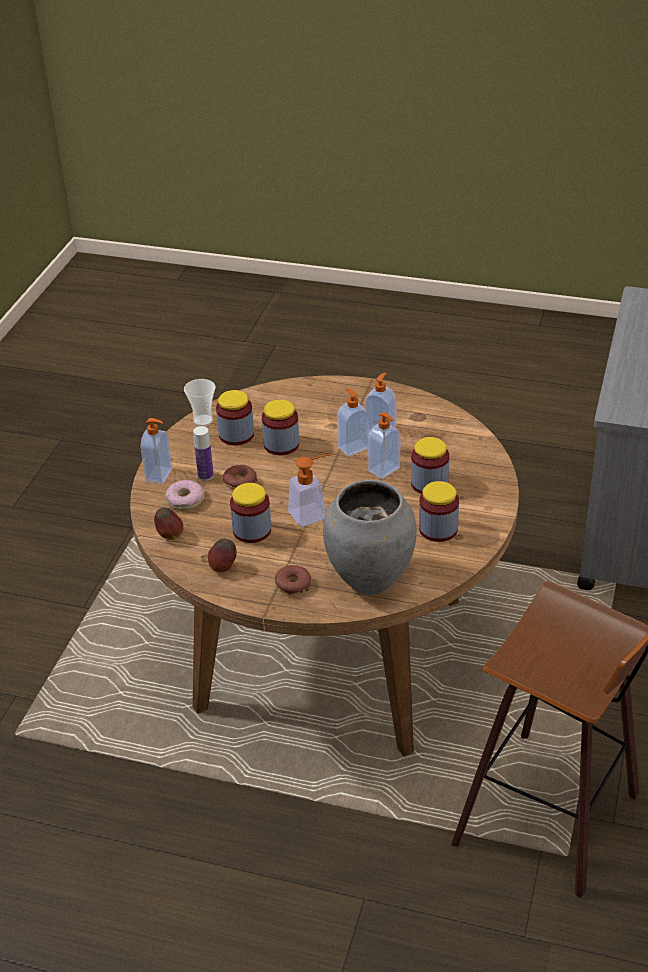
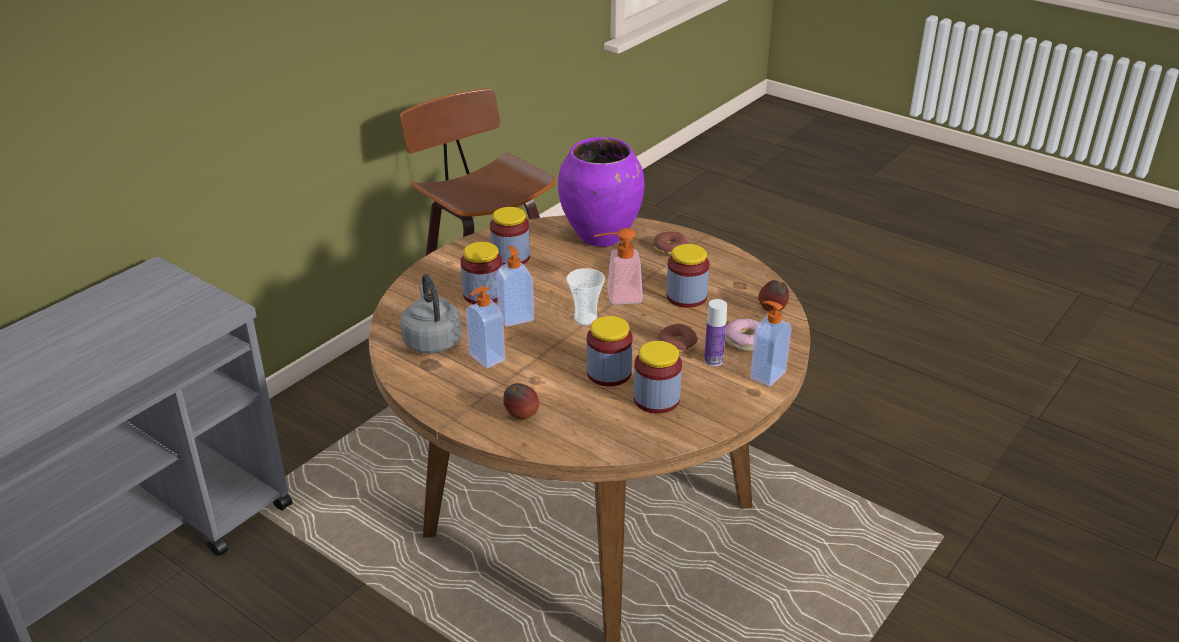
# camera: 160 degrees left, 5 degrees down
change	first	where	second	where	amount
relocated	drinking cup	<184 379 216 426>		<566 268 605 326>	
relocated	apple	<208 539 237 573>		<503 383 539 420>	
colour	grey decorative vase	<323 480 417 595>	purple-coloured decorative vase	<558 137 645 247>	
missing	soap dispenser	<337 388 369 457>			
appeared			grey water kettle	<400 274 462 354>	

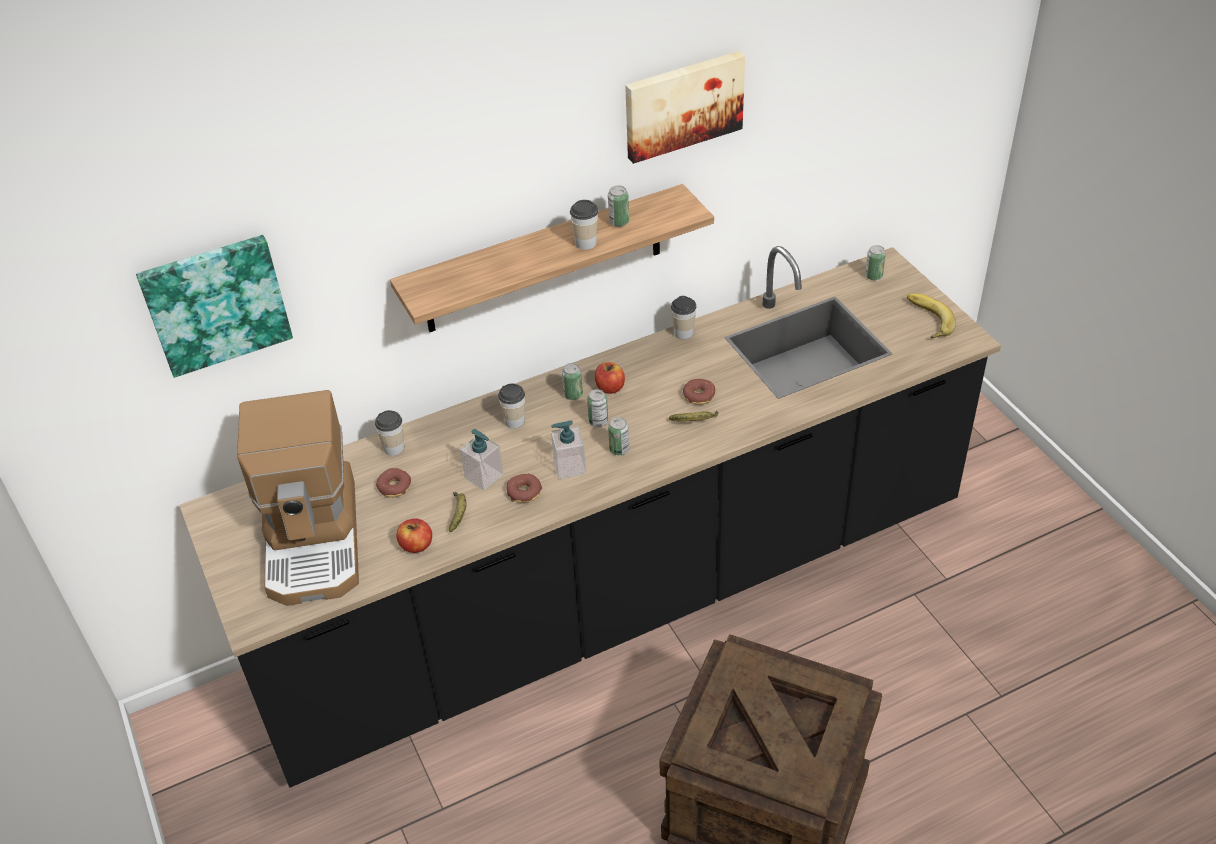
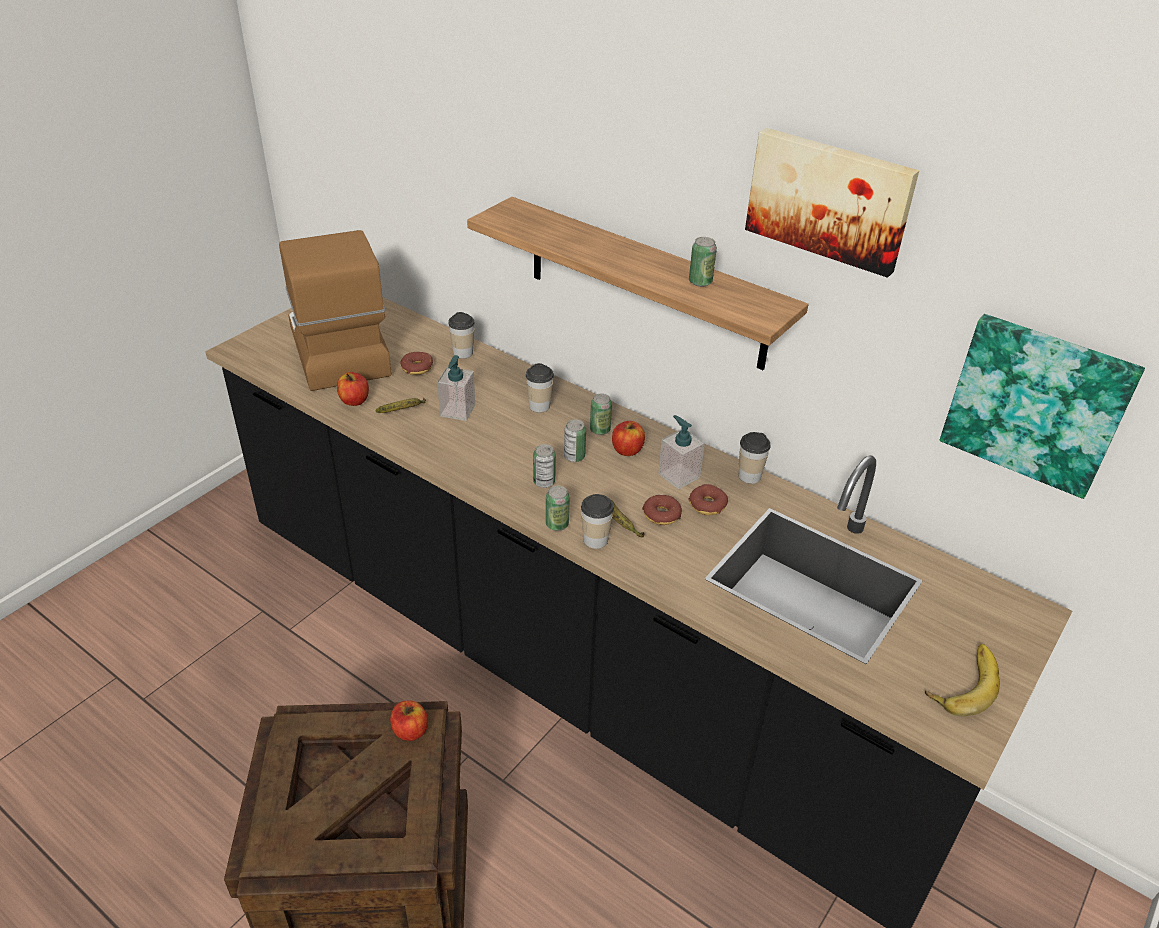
# camera: 60 degrees right, 5 degrees down
change	first	where	second	where	amount
relocated	wall art	<136 235 293 378>		<940 314 1145 499>	
spun	coffee machine	<237 390 359 606>		<279 230 392 391>	105 degrees clockwise
relocated	donut	<507 474 542 503>		<688 484 728 515>	
relocated	soap dispenser	<551 420 586 479>		<658 415 705 489>	
relocated	drinking cup	<570 200 598 250>		<581 494 614 549>	
relocated	can	<865 245 886 280>		<546 485 570 531>	
appeared			apple	<390 701 428 741>	

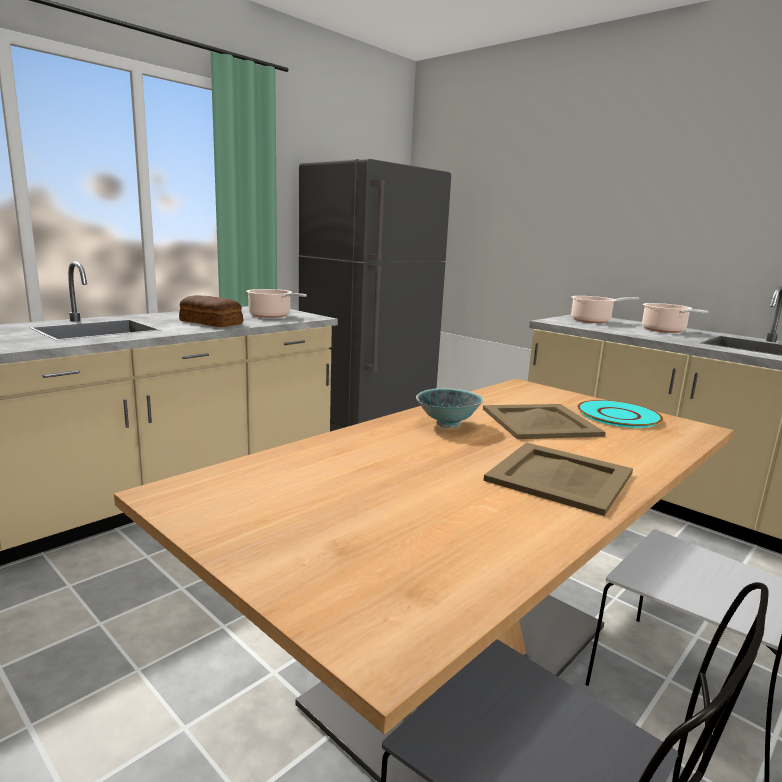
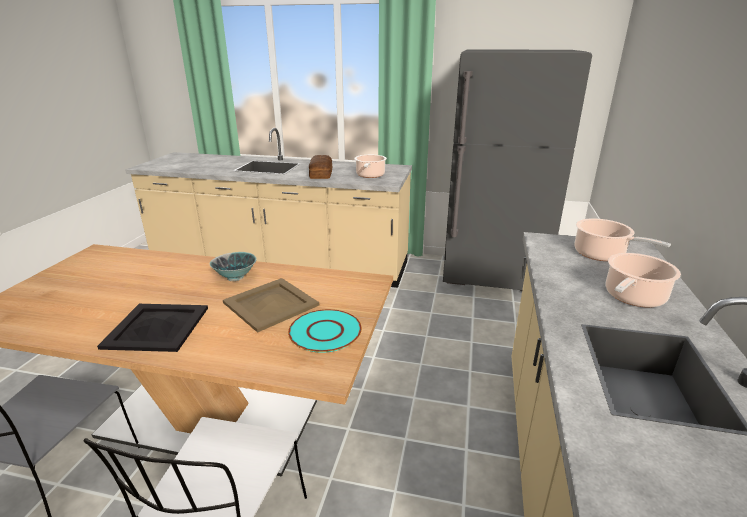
# camera: 60 degrees right, 10 degrees up
change	first	where	second	where	amount
colour	beige serving tray	<483 442 633 516>	blackish serving tray	<97 304 208 352>	

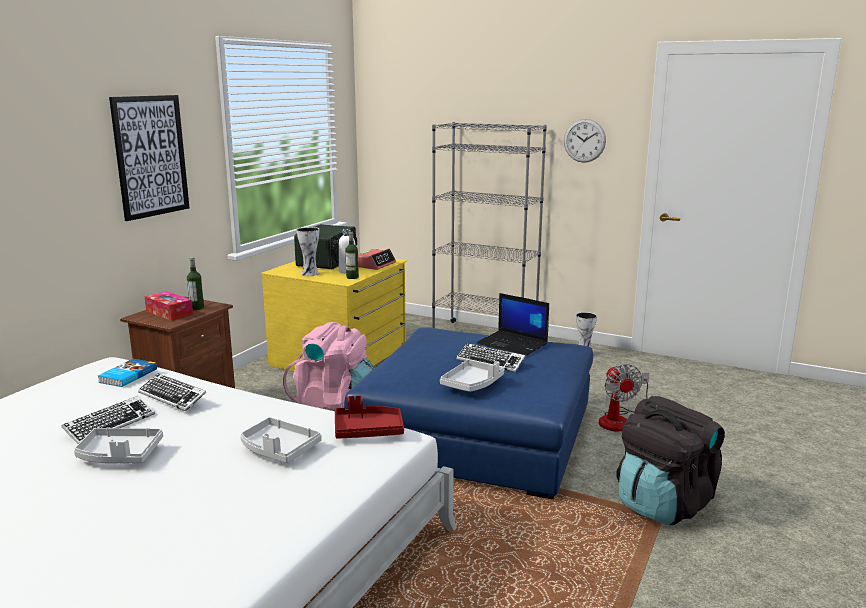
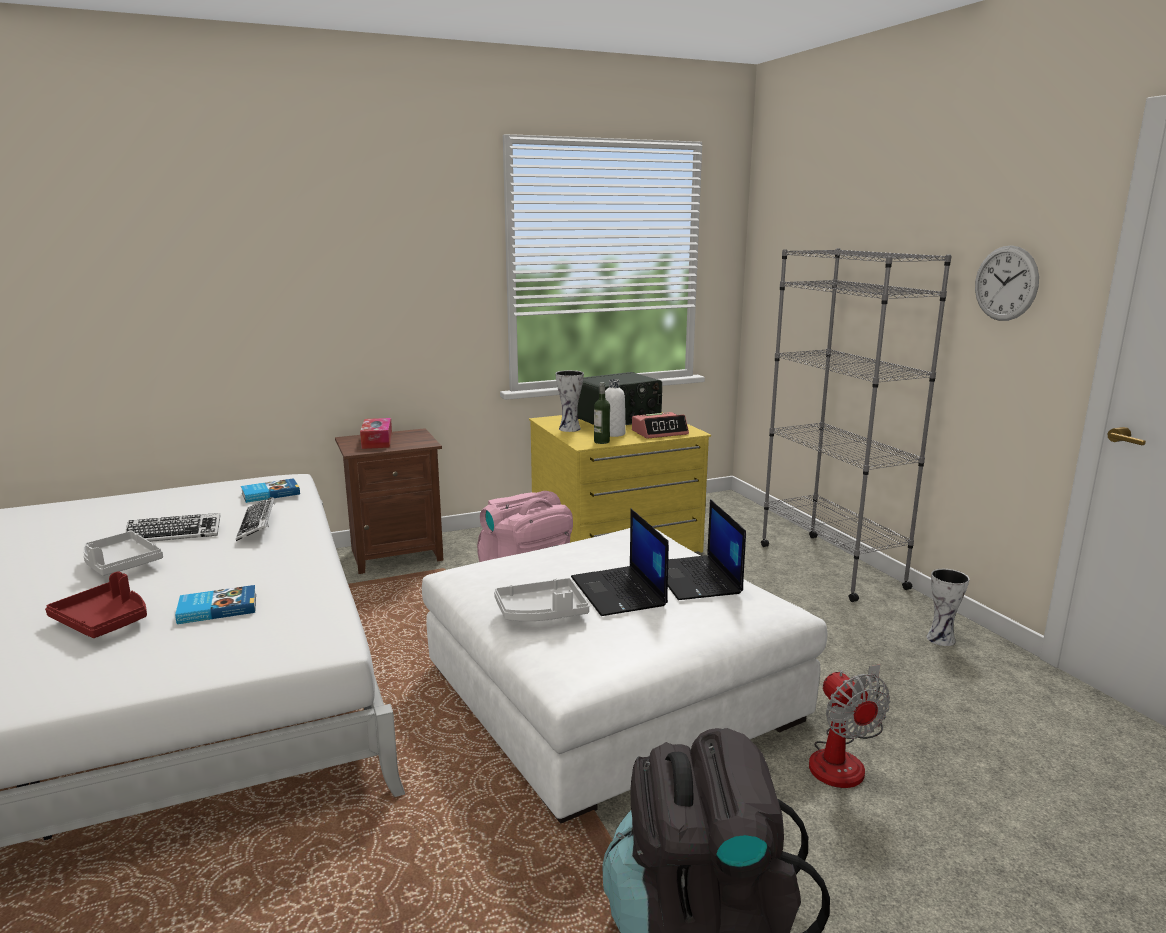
# camera: 40 degrees right, 0 degrees up
change	first	where	second	where	amount
missing	wall art	<109 95 189 221>			
missing	beverage bottle	<187 257 204 310>			
exchanged	grey serving tray	<240 417 322 463>	bound book	<175 585 256 624>	
relocated	reddish serving tray	<335 395 404 439>		<45 571 147 638>	
colour	blue footrest	<344 327 593 500>	white footrest	<422 528 828 824>	
exchanged	keyboard	<456 343 525 372>	portable computer	<571 509 669 616>	
spun	fan	<599 364 649 431>		<809 664 890 788>	45 degrees counterclockwise

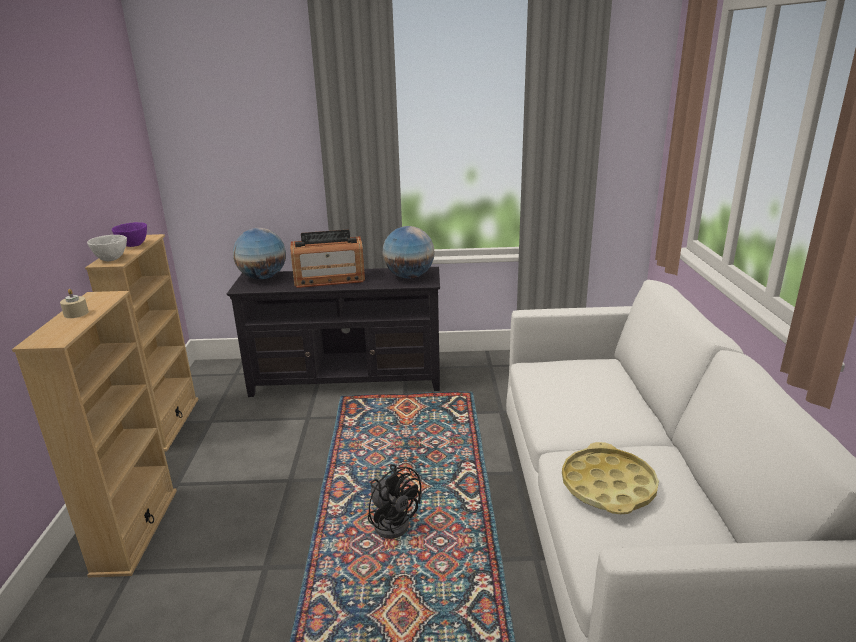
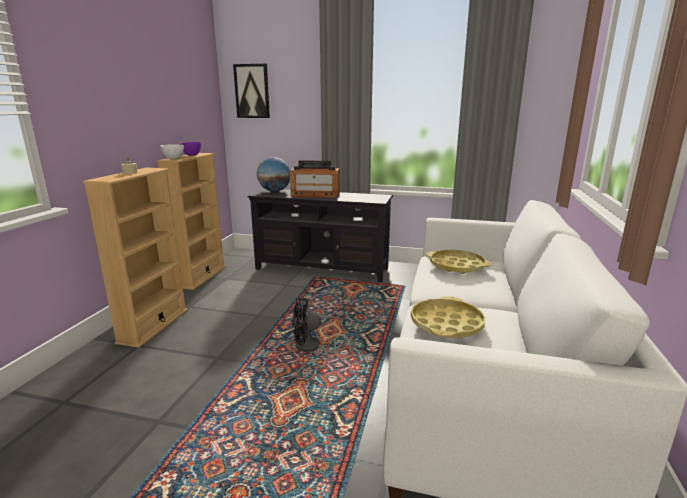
# camera: 15 degrees right, 5 degrees down
change	first	where	second	where	amount
spun	blackish fan	<368 464 421 539>		<292 298 351 358>	105 degrees clockwise
missing	desk globe	<382 226 435 278>			
appeared			wall art	<233 64 270 118>	
appeared			yellow-coloured serving tray	<426 250 491 274>	

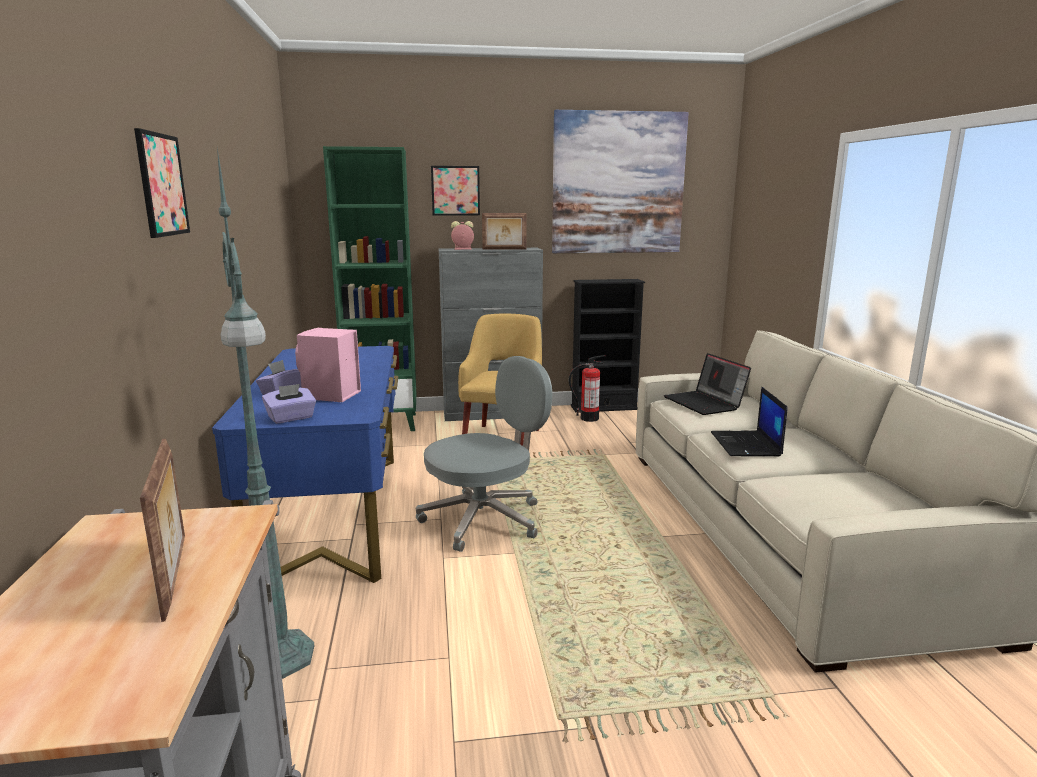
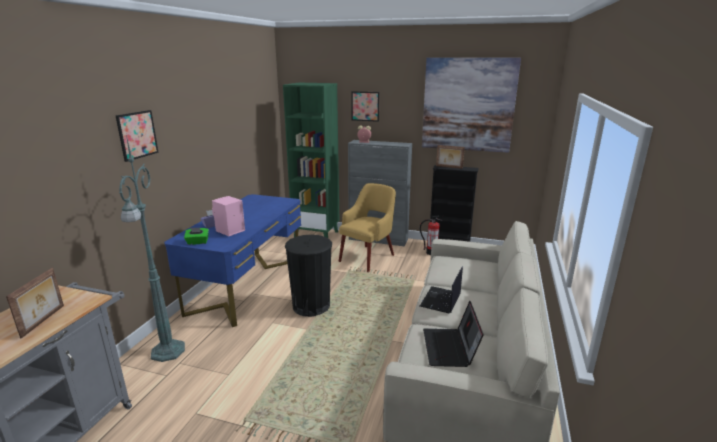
# camera: 25 degrees right, 5 degrees up
change	first	where	second	where	amount
colour	purple-coloured box of tissues	<262 384 316 424>	greenish box of tissues	<184 227 209 245>	
exchanged	grey computer chair	<416 356 552 552>	blackish waste bin	<285 235 332 317>	
relocated	standing frame	<482 213 527 249>		<436 145 465 169>	
relocated	portable computer	<664 353 751 415>		<423 301 484 367>	

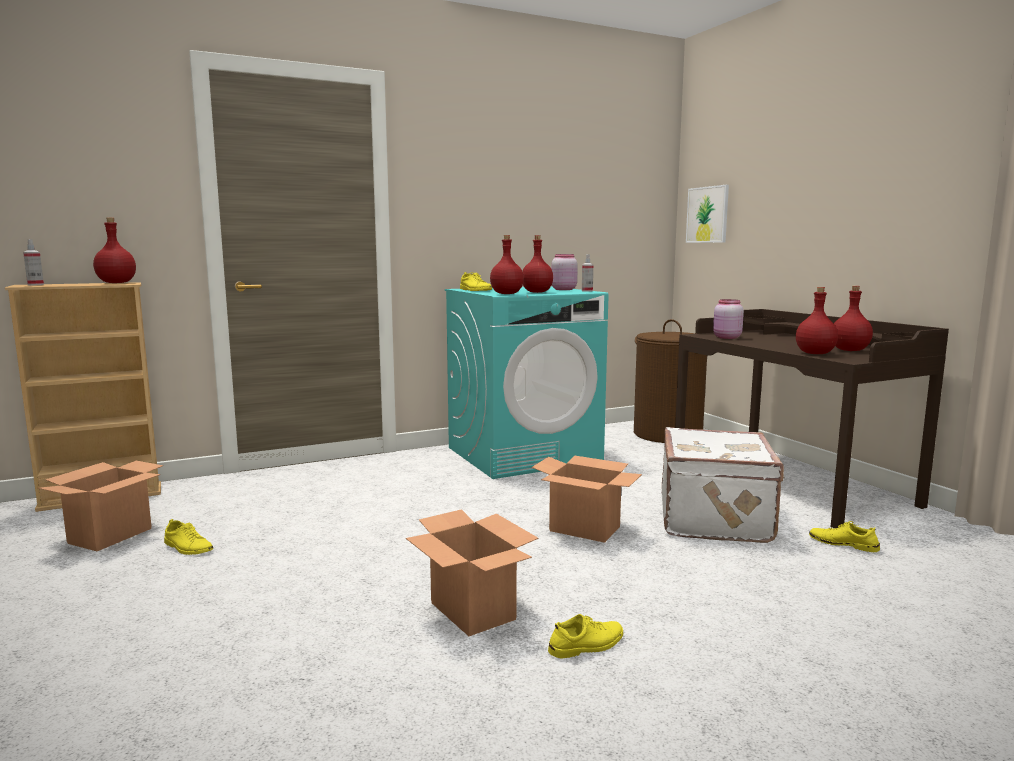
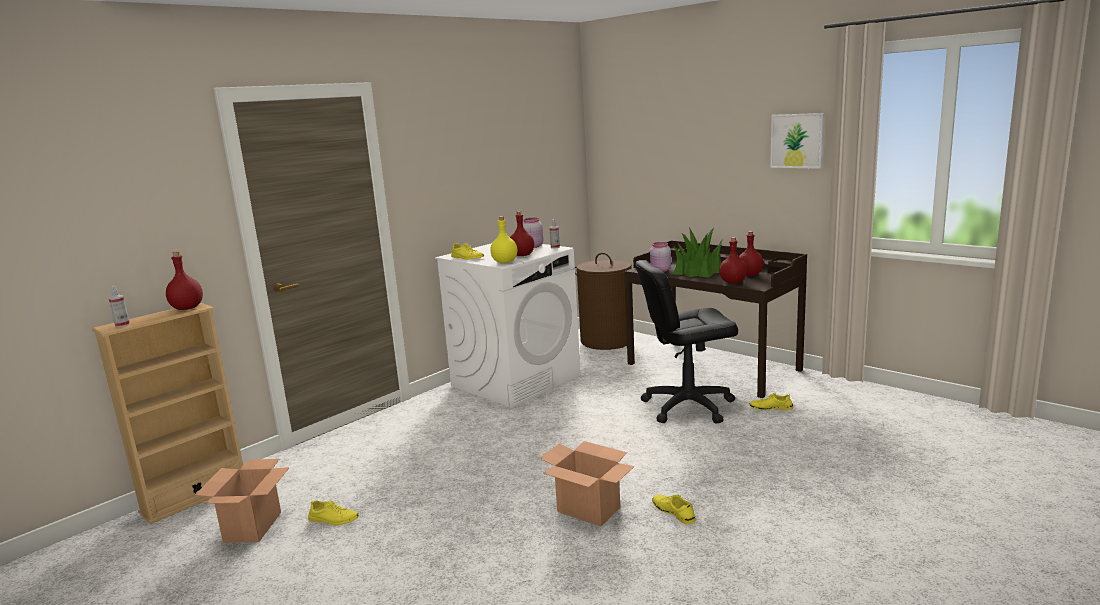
# camera: 20 degrees left, 5 degrees up
change	first	where	second	where	amount
colour	turquoise laundry appliance	<445 287 609 479>	white laundry appliance	<435 243 581 408>	
colour	reddish beverage bottle	<490 235 524 294>	yellow-coloured beverage bottle	<490 216 517 263>	
missing	packing box	<532 456 642 543>			
spun	yellow-coloured item of footwear	<548 614 623 659>		<652 495 696 525>	75 degrees counterclockwise
exchanged	white piece of luggage	<662 427 785 543>	blackish computer chair	<635 260 738 424>	
relocated	wall art	<686 185 729 243>		<770 113 824 169>	
appeared			plant in a pot	<673 227 722 277>	

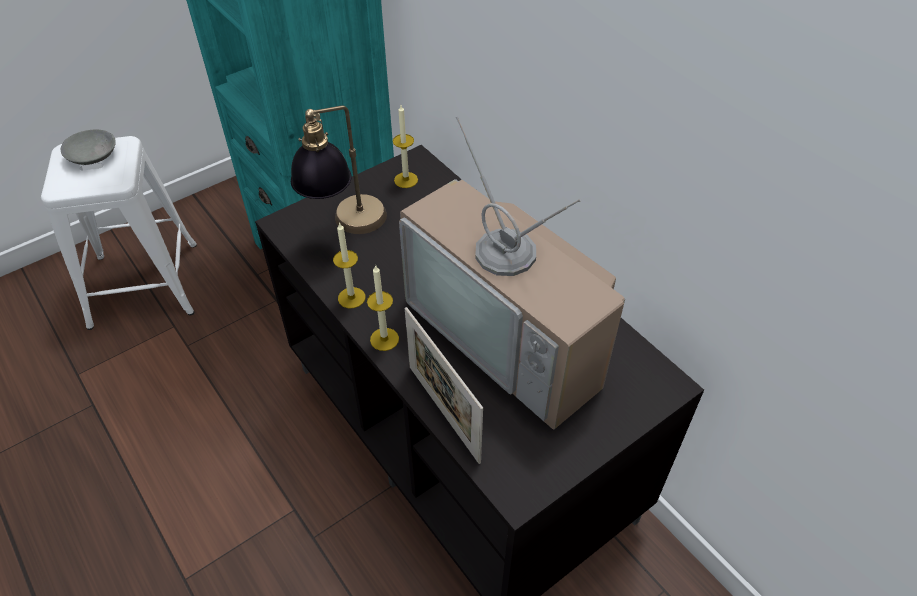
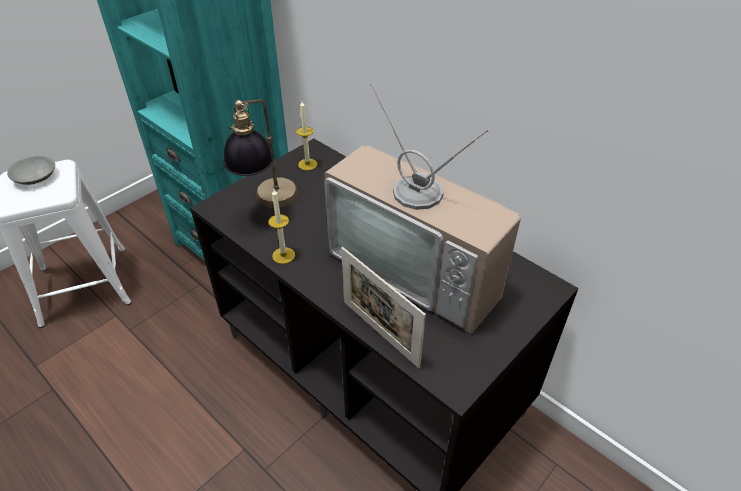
# camera: 10 degrees left, 5 degrees down
change	first	where	second	where	amount
missing	wax light	<367 265 399 351>			

